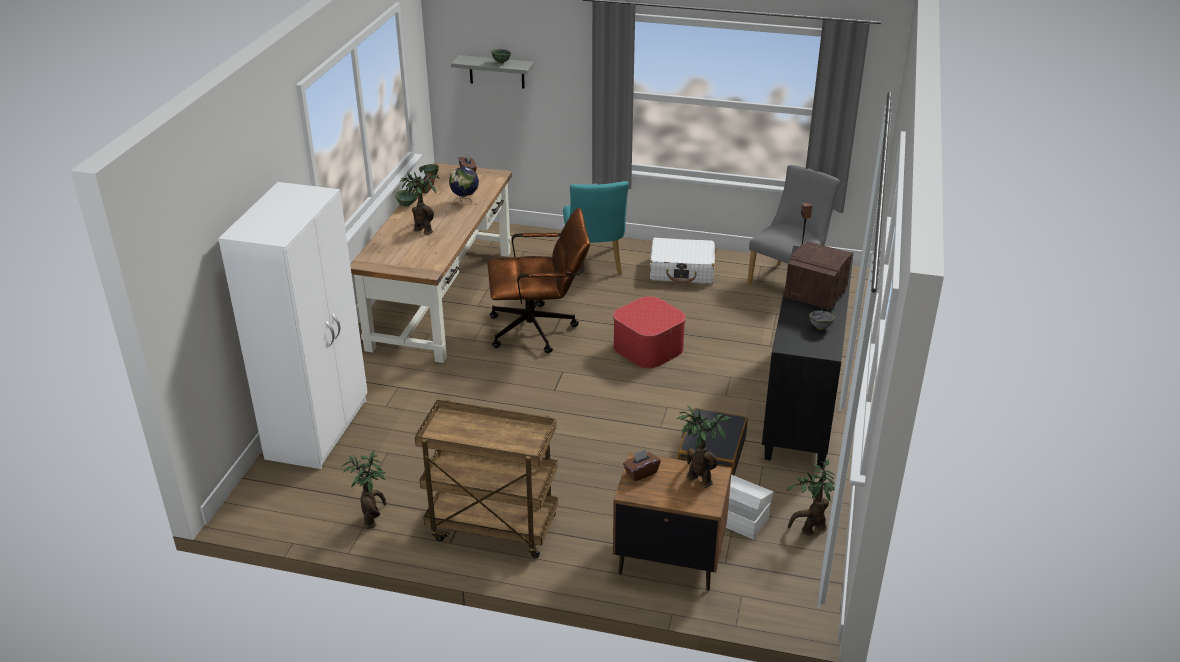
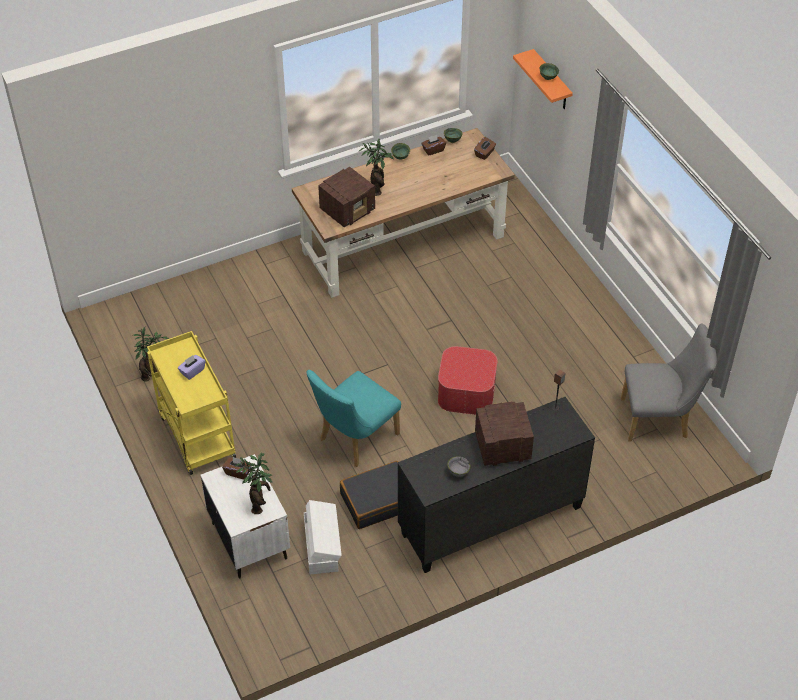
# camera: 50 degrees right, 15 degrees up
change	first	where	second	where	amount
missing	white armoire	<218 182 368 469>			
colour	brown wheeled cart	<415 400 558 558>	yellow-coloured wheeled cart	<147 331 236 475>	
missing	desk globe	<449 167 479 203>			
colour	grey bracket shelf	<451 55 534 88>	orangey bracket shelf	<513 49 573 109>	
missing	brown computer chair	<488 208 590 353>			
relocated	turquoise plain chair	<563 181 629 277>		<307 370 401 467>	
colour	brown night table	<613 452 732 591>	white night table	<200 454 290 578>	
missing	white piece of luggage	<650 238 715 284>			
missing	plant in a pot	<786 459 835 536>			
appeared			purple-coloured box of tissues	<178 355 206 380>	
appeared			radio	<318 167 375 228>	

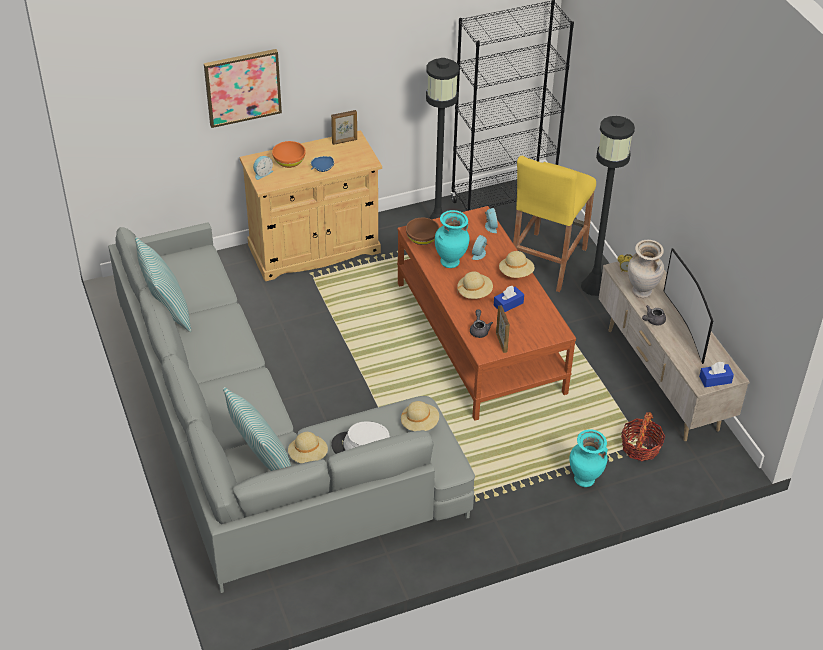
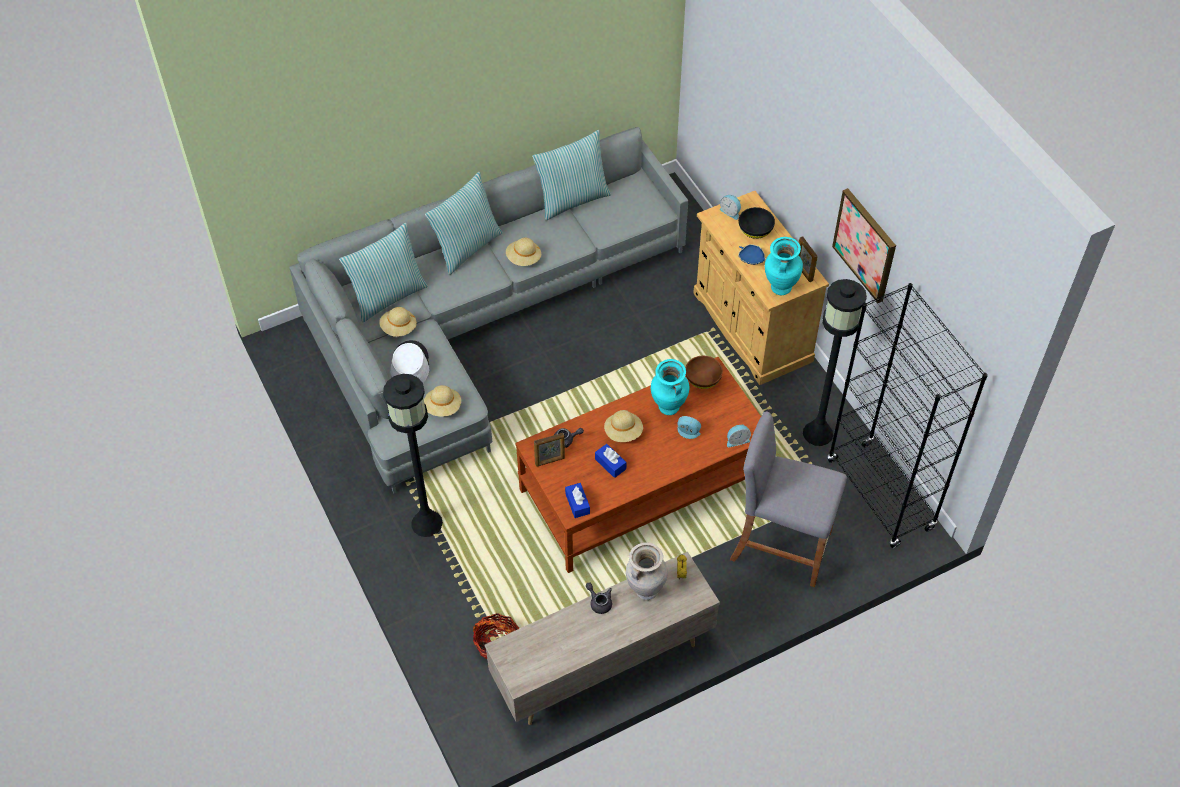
# camera: 85 degrees right, 10 degrees up
change	first	where	second	where	amount
relocated	wall art	<204 49 282 128>		<832 188 896 303>	
colour	orangey serving bowl	<272 141 306 168>	blackish serving bowl	<739 207 775 239>	
relocated	beige wearable hat	<499 251 535 278>		<506 238 541 266>	
colour	yellow-coloured sitting stool	<513 156 596 292>	grey sitting stool	<730 411 847 587>	
relocated	turquoise decorative vase	<570 429 608 487>		<765 237 803 295>	
relocated	blackish floor lamp	<581 116 635 296>		<383 374 443 537>	
missing	TV set	<664 248 713 364>			
relocated	blue box of tissues	<699 362 734 387>		<565 483 590 518>	
appeared			cushion	<425 172 503 275>	

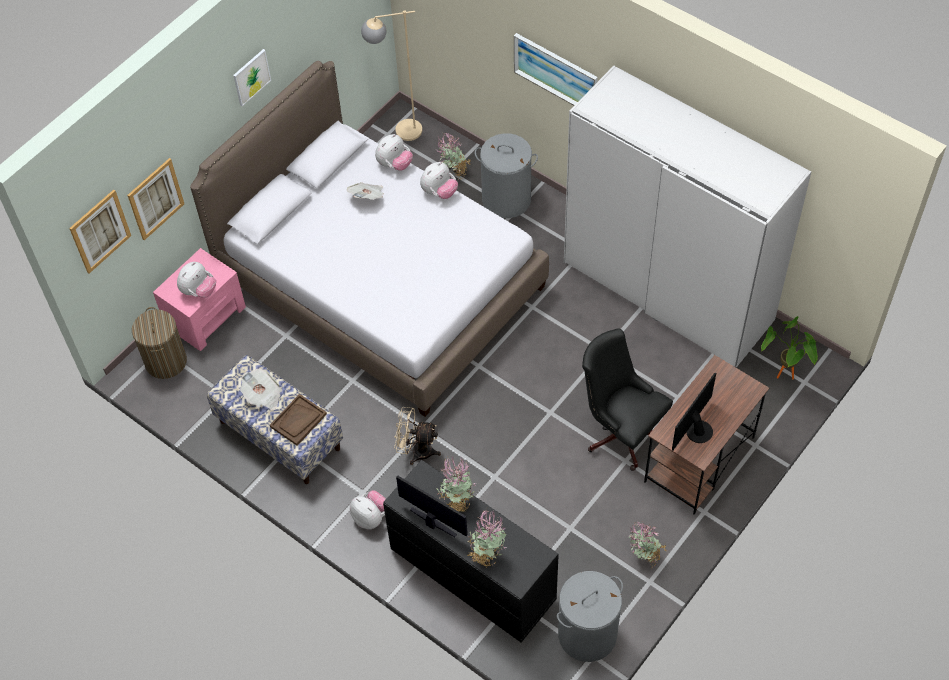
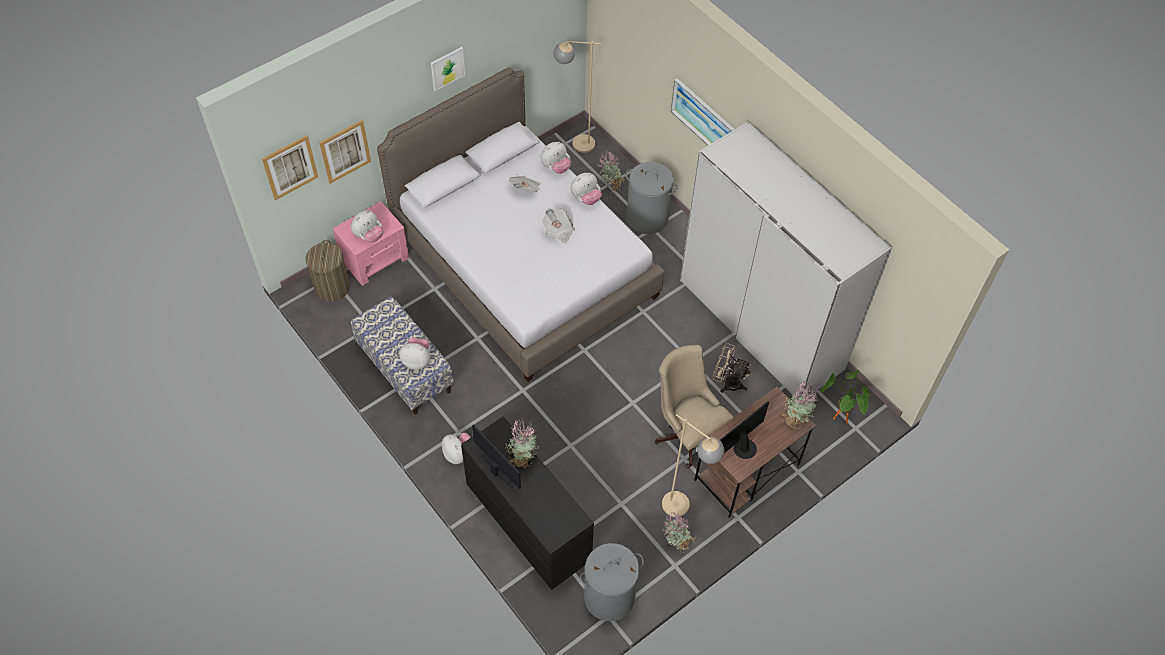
# camera: 10 degrees right, 0 degrees up
change	first	where	second	where	amount
relocated	daily paper	<240 369 282 410>		<542 208 575 243>	
exchanged	brown serving tray	<270 394 327 446>	soft toy	<399 337 431 370>	
relocated	beige fan	<394 407 441 465>		<713 343 751 393>	
relocated	plant in a pot	<466 510 506 567>		<781 380 819 429>	
colour	blackish computer chair	<582 328 673 471>	beige computer chair	<655 345 734 468>	
appeared			beige floor lamp	<662 414 724 517>	

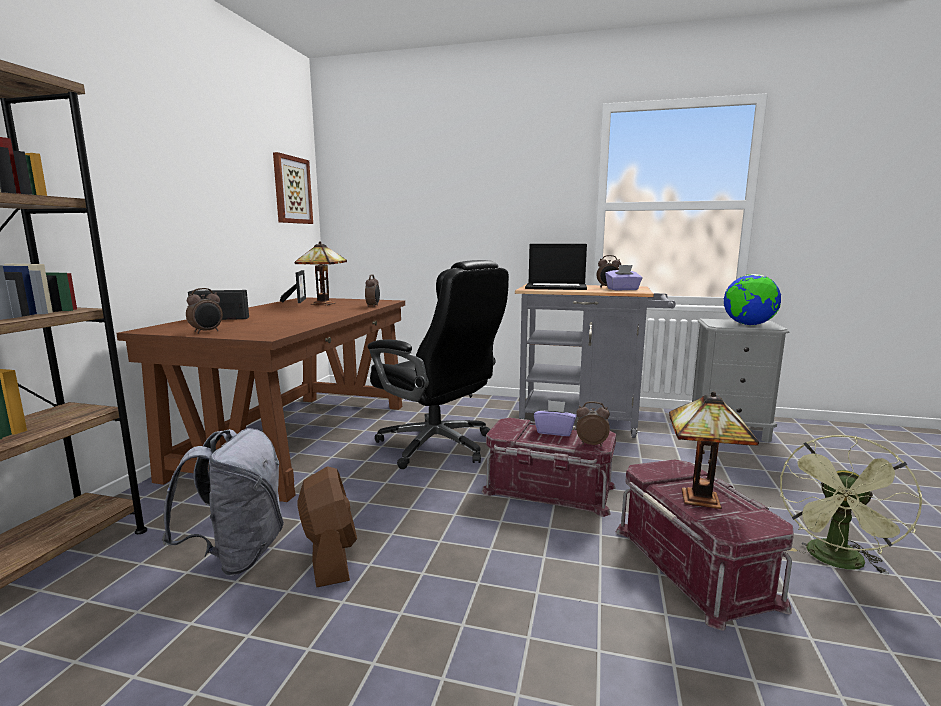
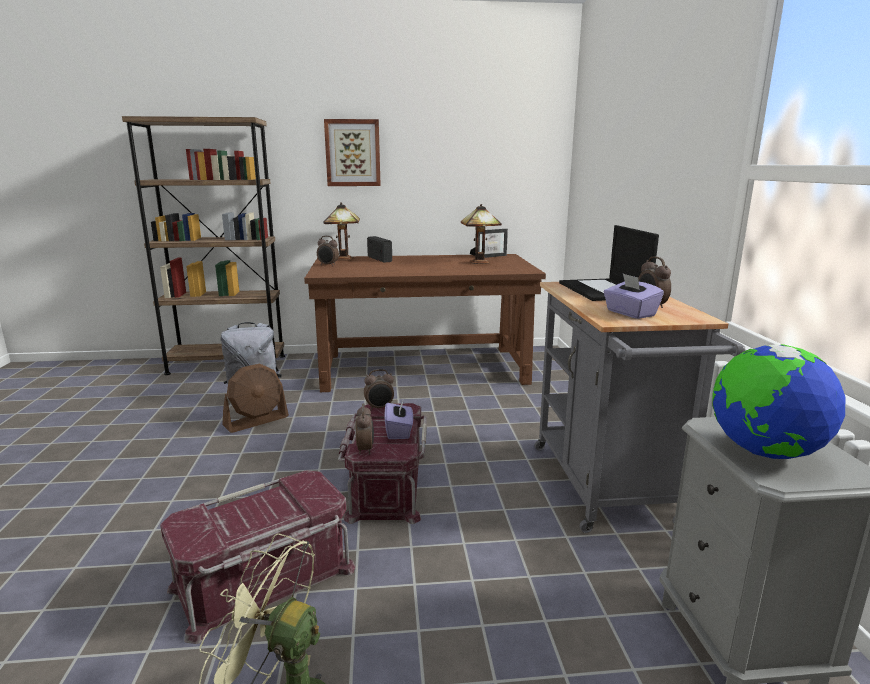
# camera: 70 degrees right, 5 degrees up
change	first	where	second	where	amount
relocated	wall art	<273 152 313 224>		<324 119 381 186>	
relocated	table clock	<365 274 380 307>		<364 369 394 410>	
missing	blackish computer chair	<368 260 509 469>			
relocated	lamp for a table	<669 391 759 509>		<323 202 360 260>	

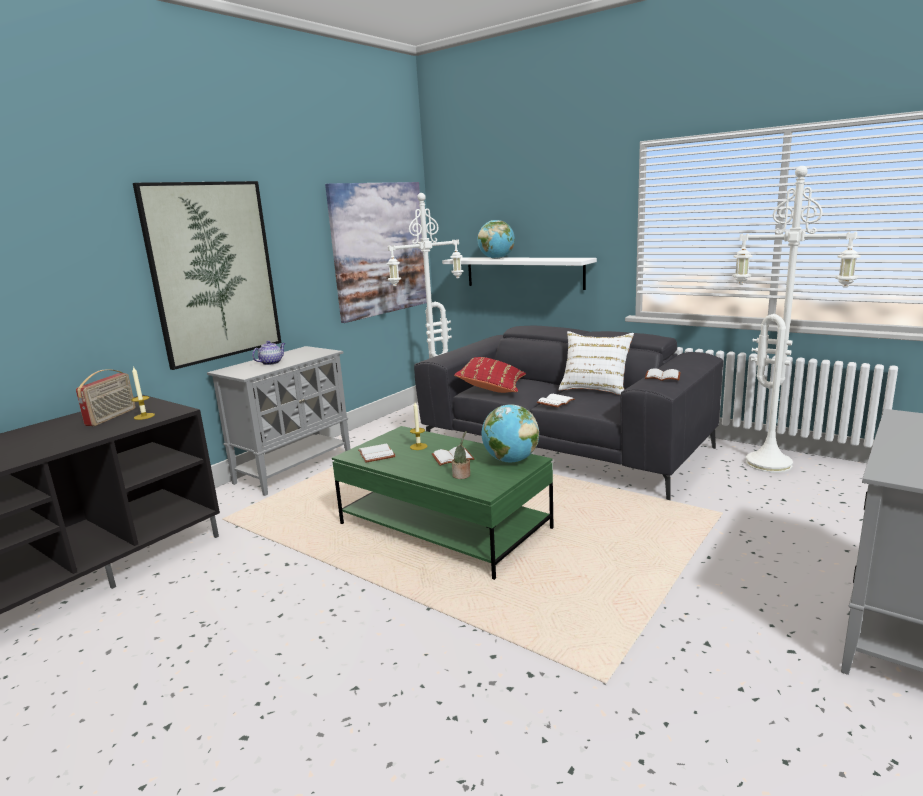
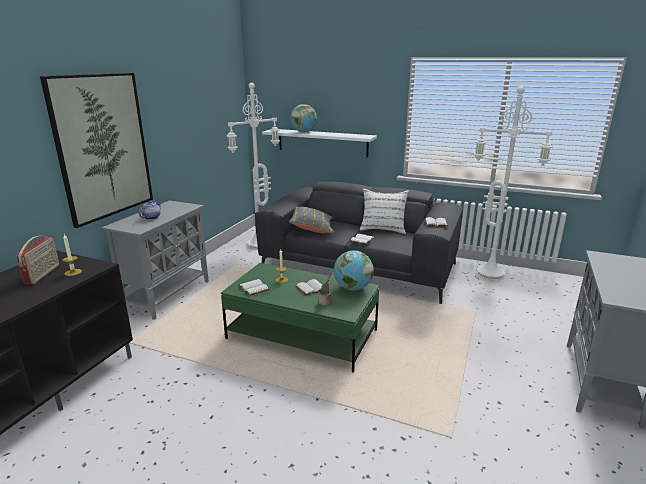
# camera: 15 degrees left, 5 degrees up
change	first	where	second	where	amount
missing	wall art	<325 182 427 323>			
colour	reddish cushion	<454 357 526 393>	grey cushion	<289 207 335 233>	

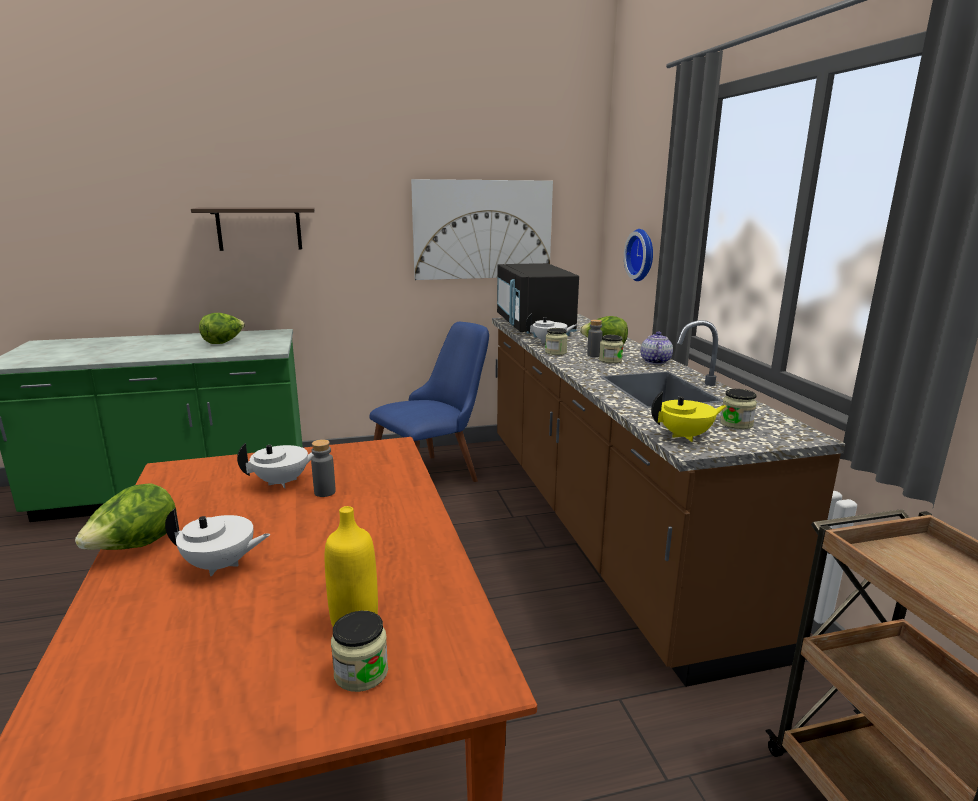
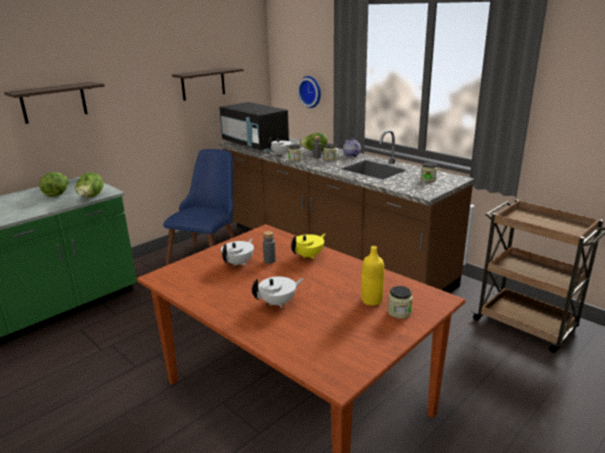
# camera: 30 degrees left, 5 degrees up
change	first	where	second	where	amount
relocated	head of lettuce	<75 484 177 550>		<76 172 104 197>	
exchanged	wall art	<411 179 553 280>	bracket shelf	<172 67 244 101>	
relocated	yellow-coloured tea pot	<651 391 726 442>		<291 233 326 259>	

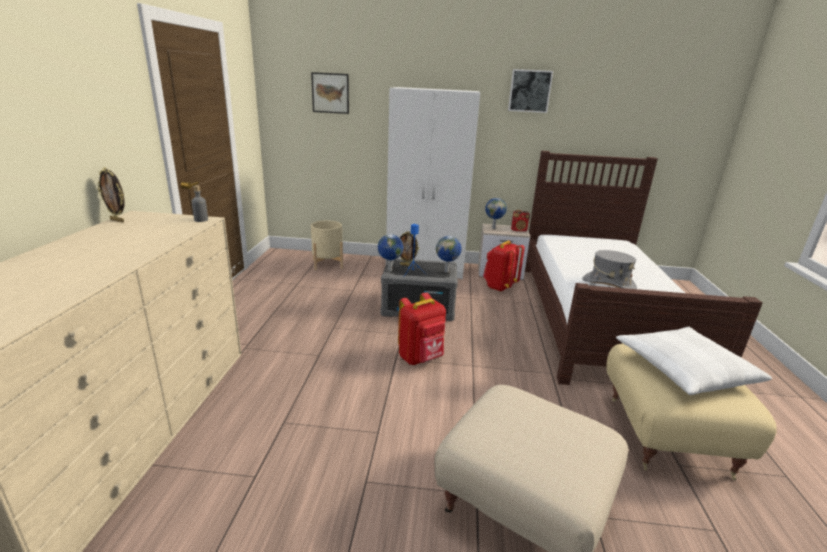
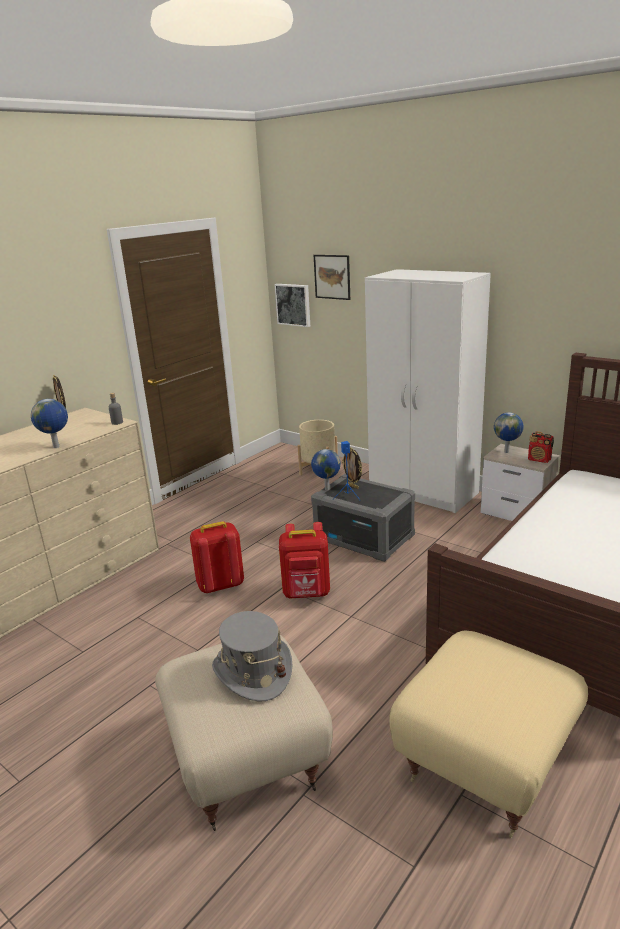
# camera: 35 degrees right, 0 degrees up
change	first	where	second	where	amount
relocated	desk globe	<436 236 462 272>		<31 399 68 448>	
relocated	reddish rucksack	<483 241 525 292>		<190 521 244 594>	
relocated	wall art	<508 69 553 113>		<274 284 310 327>	
relocated	grey wearable hat	<582 250 637 289>		<212 611 293 701>	
missing	white cushion	<616 327 772 395>			

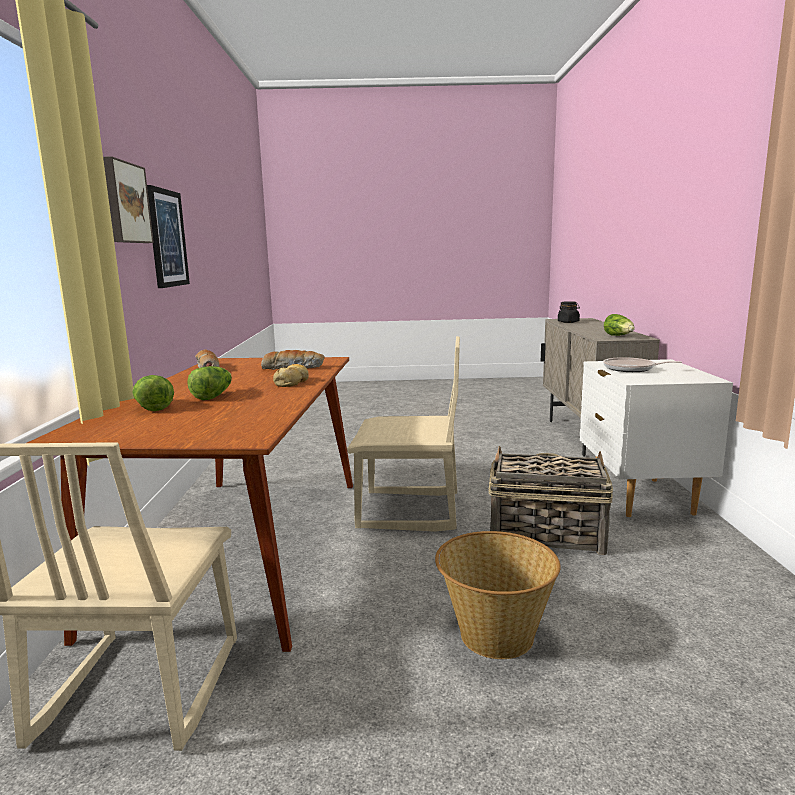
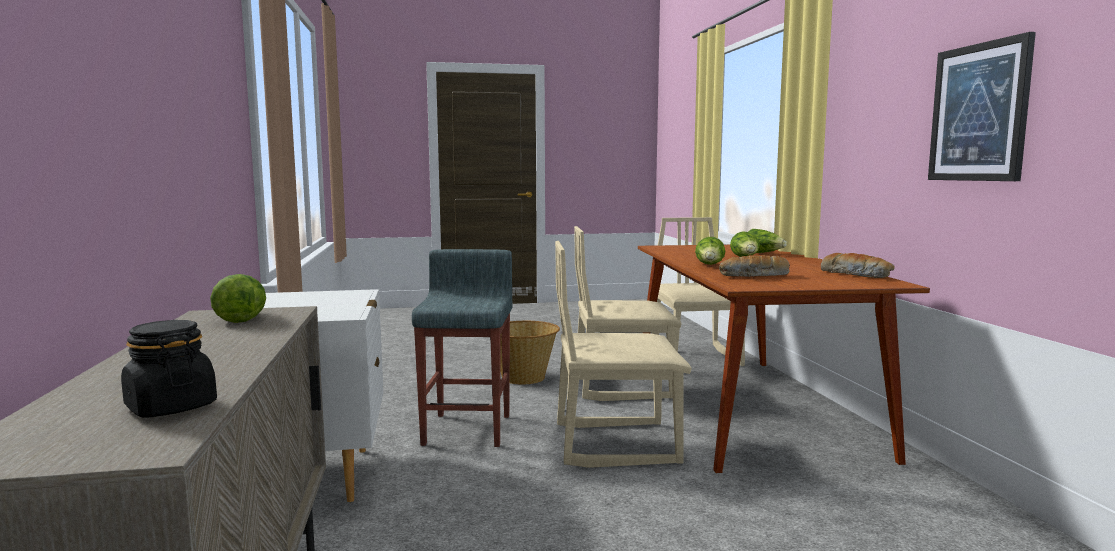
# camera: 170 degrees right, 5 degrees down
change	first	where	second	where	amount
missing	wall art	<103 156 154 243>			
exchanged	bread	<273 364 309 387>	head of lettuce	<695 237 725 265>	
exchanged	household basket	<488 446 613 555>	grey sitting stool	<412 249 513 447>	
missing	frying pan	<603 357 682 372>			
appeared			beige plain chair	<574 226 682 401>	

